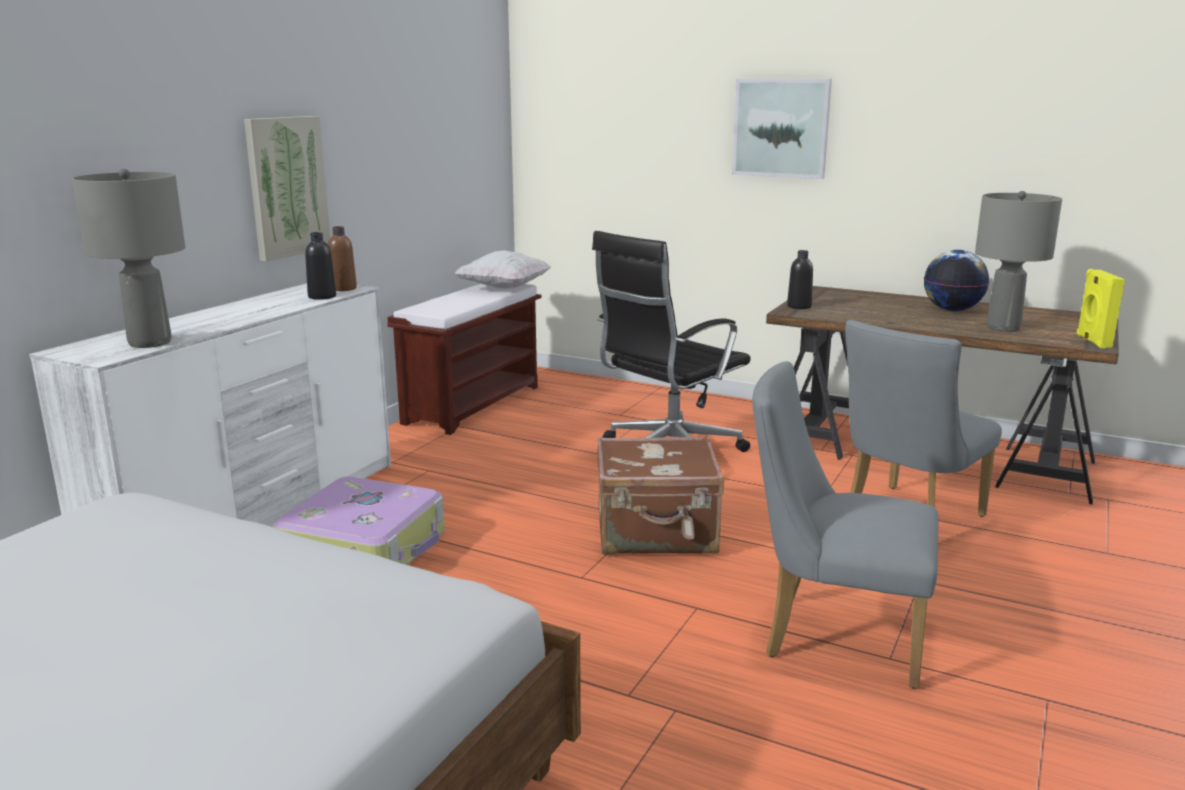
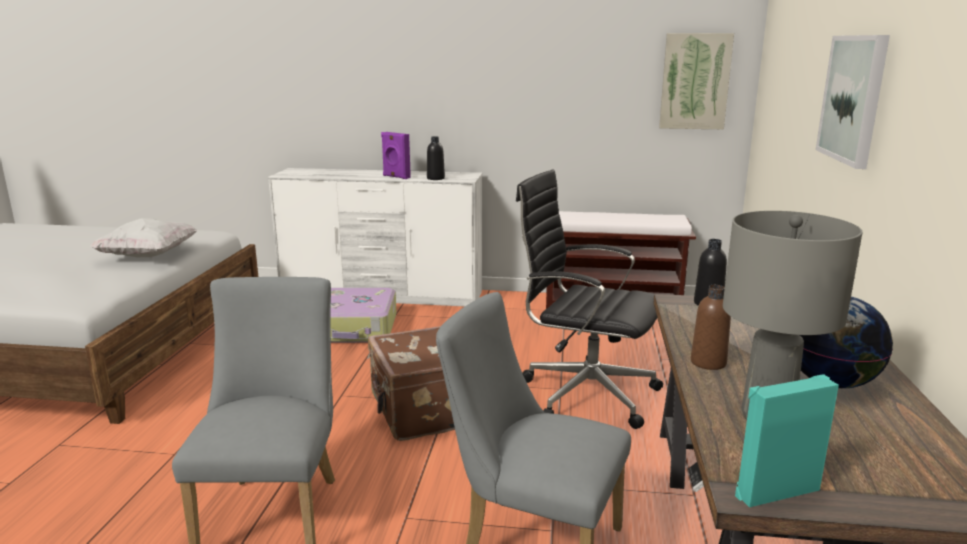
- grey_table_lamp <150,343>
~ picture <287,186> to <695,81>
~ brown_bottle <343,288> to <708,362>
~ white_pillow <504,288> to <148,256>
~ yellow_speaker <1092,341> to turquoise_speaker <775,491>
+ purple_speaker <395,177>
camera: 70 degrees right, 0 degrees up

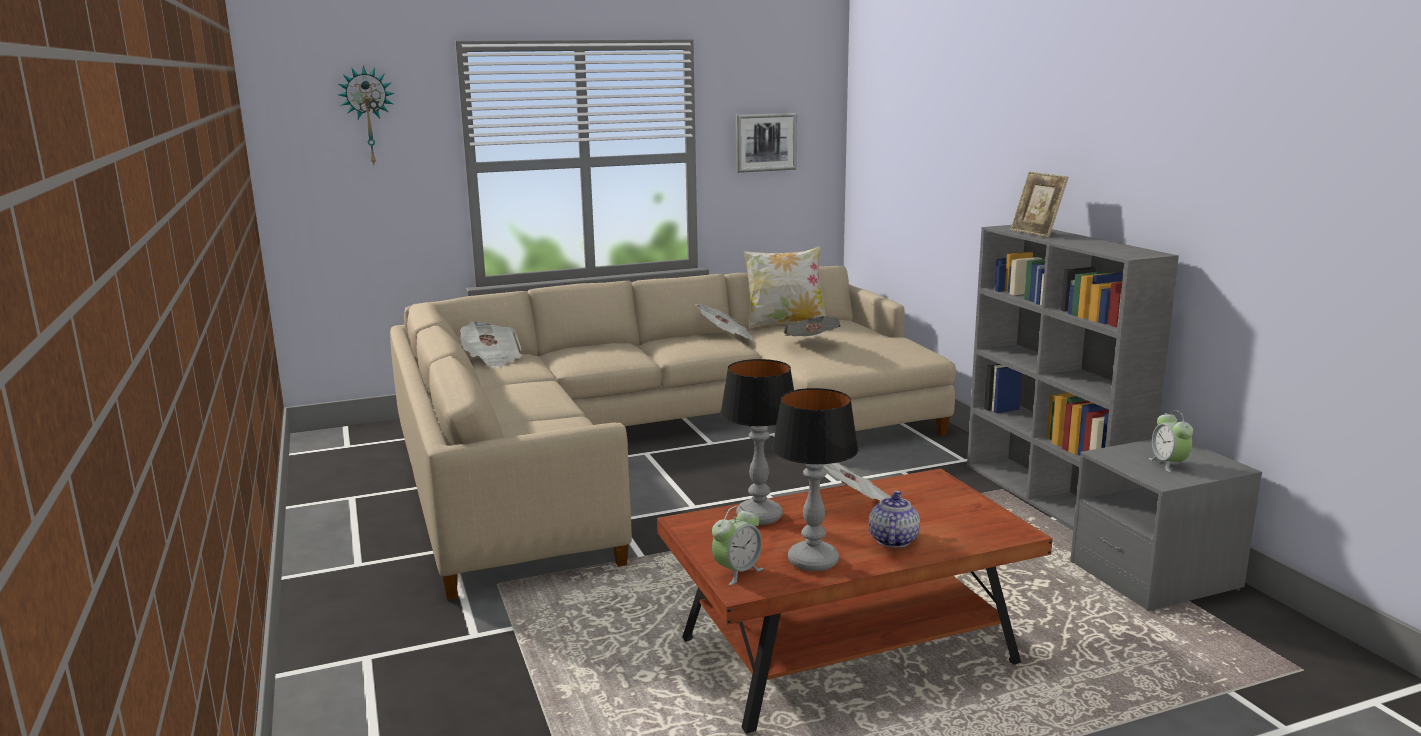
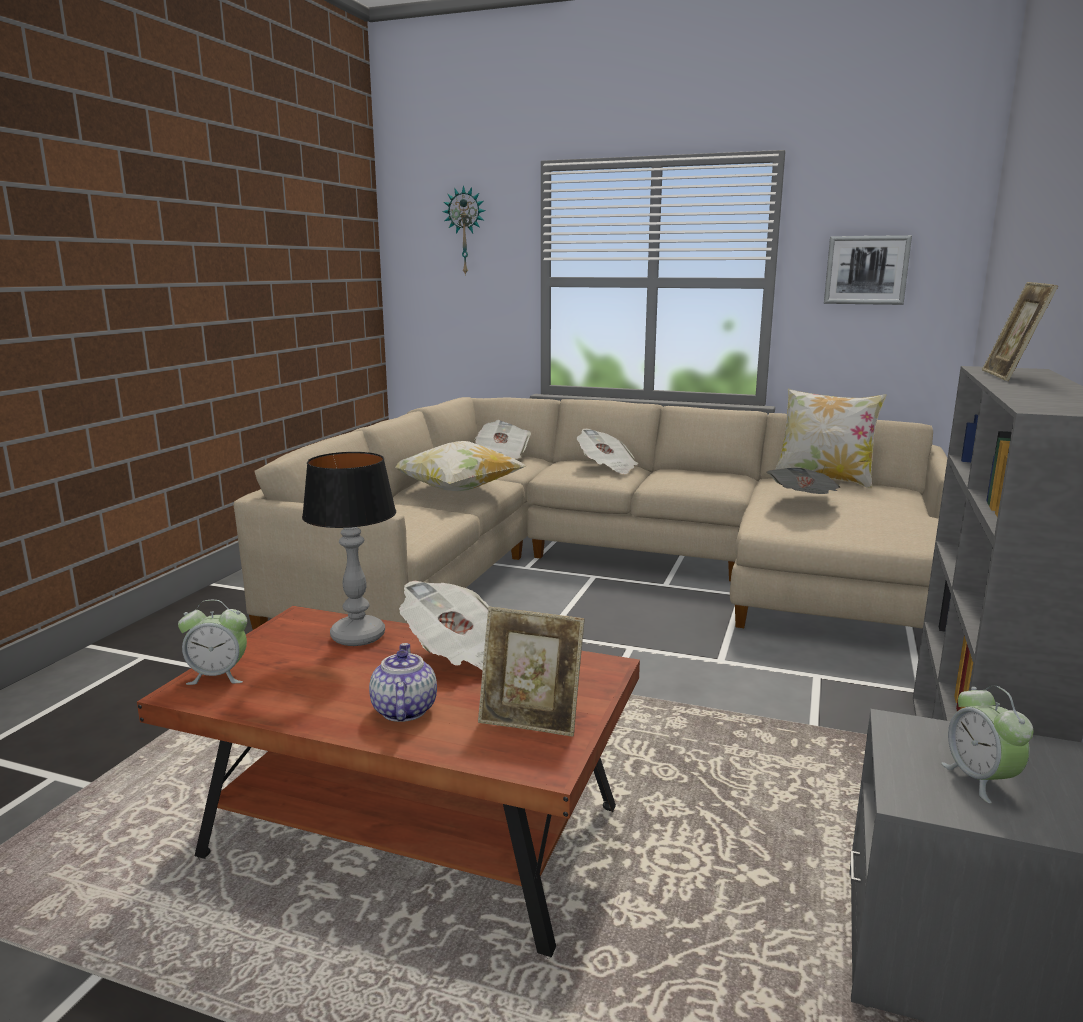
~ newspaper <725,337> to <607,467>
- table_lamp <812,562>
~ teapot <892,540> = <403,710> 60 degrees counterclockwise
~ alarm_clock <1168,464> = <980,780> 45 degrees counterclockwise
+ pillow <458,490>
+ picture_frame <530,720>
camera: 40 degrees right, 0 degrees up

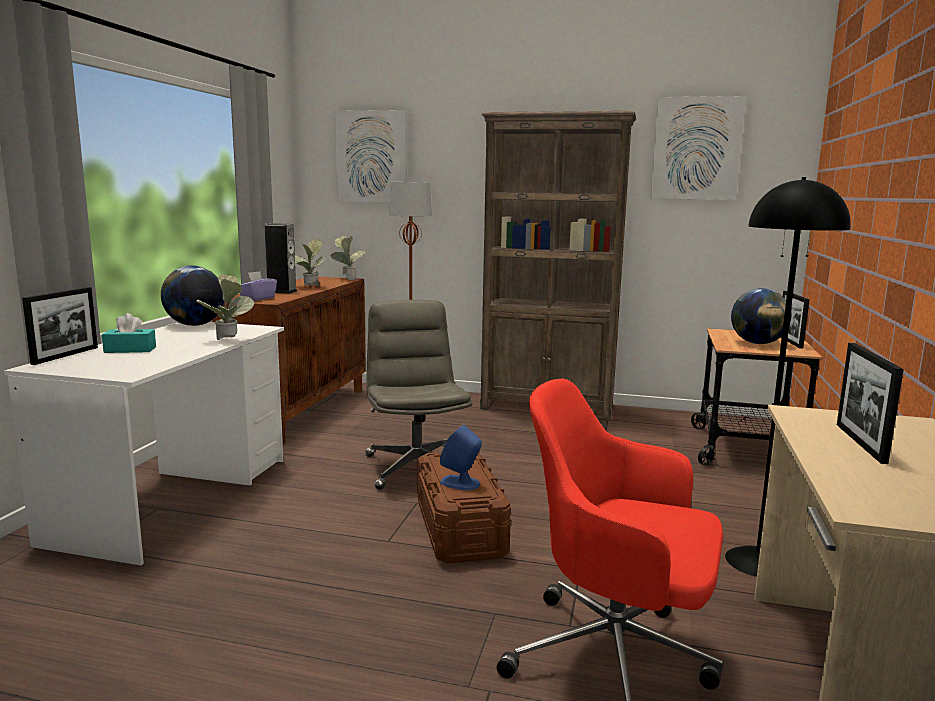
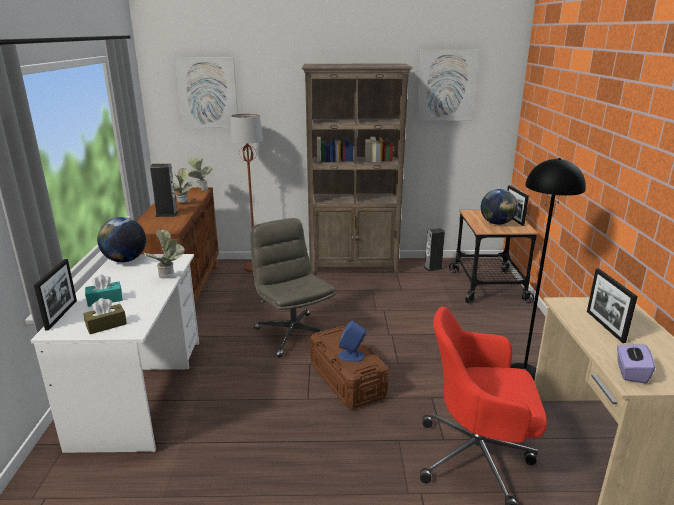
~ purple_tissue_box <257,298> to <630,372>
+ brown_tissue_box <106,325>
+ speaker <433,268>
camera: 15 degrees left, 10 degrees up

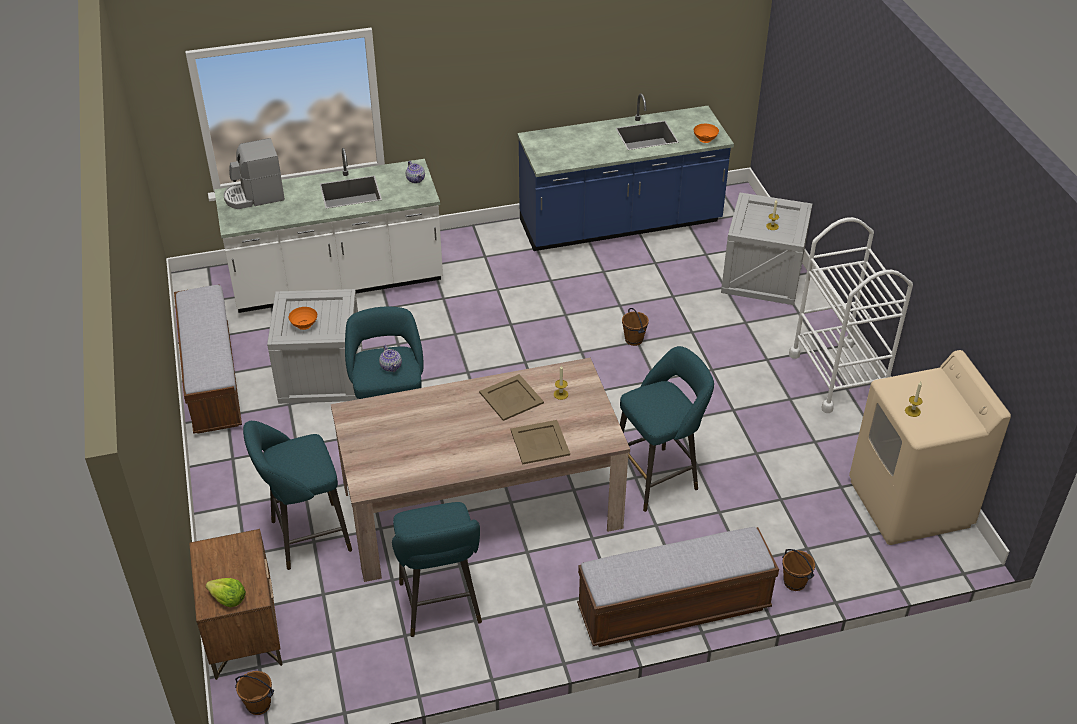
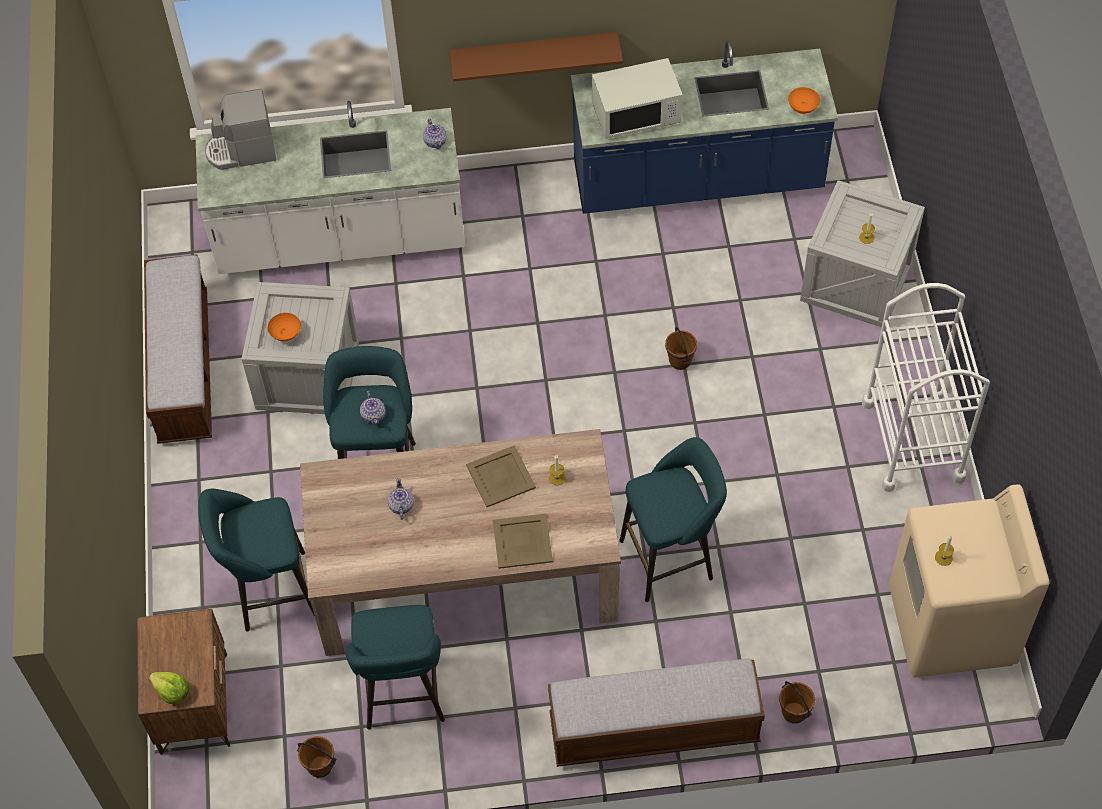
~ brown_bucket <259,704> to <320,766>
+ teapot <401,506>
+ brown_shelf <534,53>
+ white_microwave <636,114>
camera: 10 degrees right, 15 degrees up

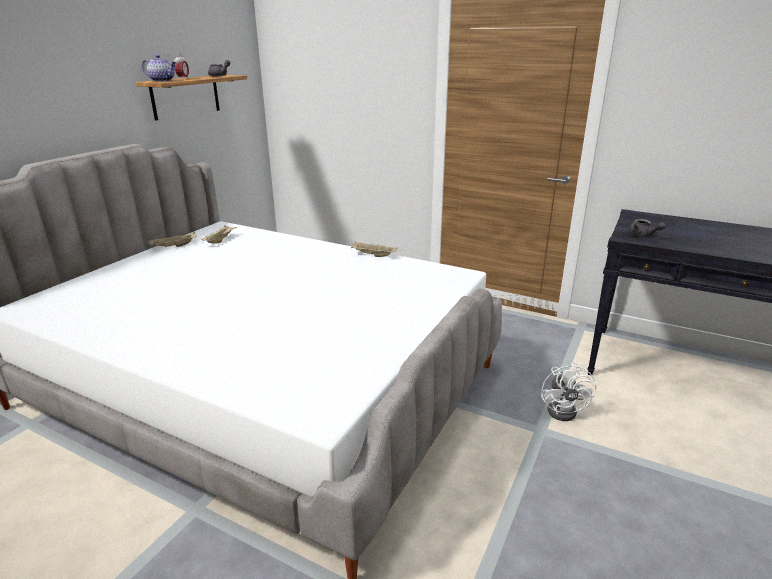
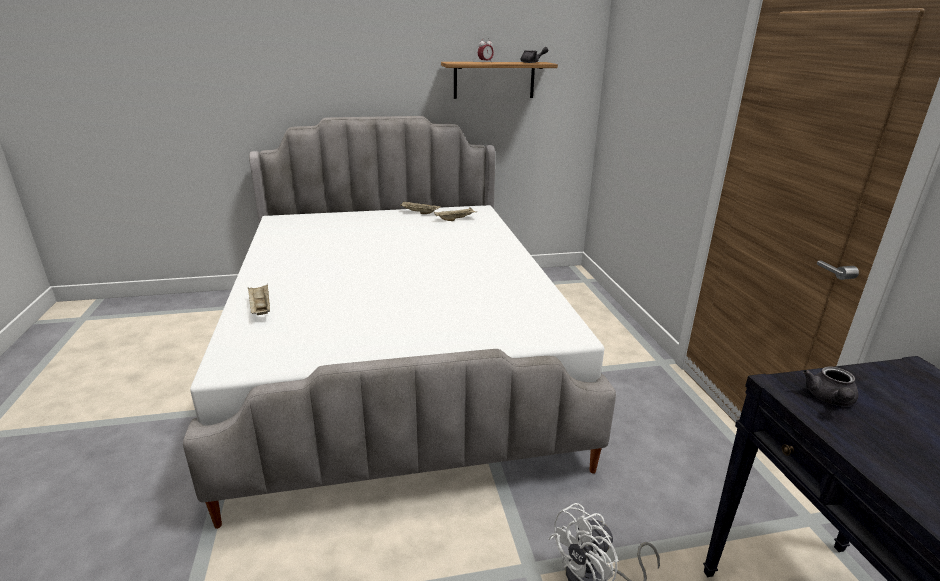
- teapot <162,81>
~ beige_tray <373,255> to <260,308>
camera: 50 degrees right, 0 degrees up

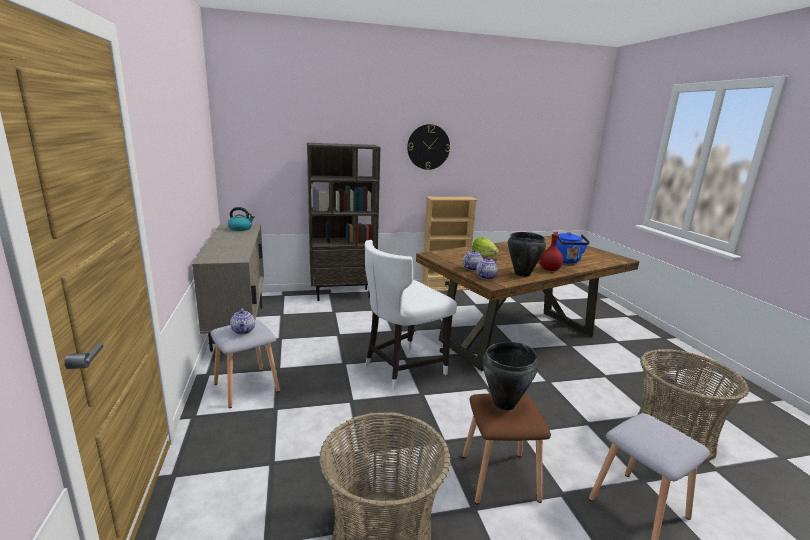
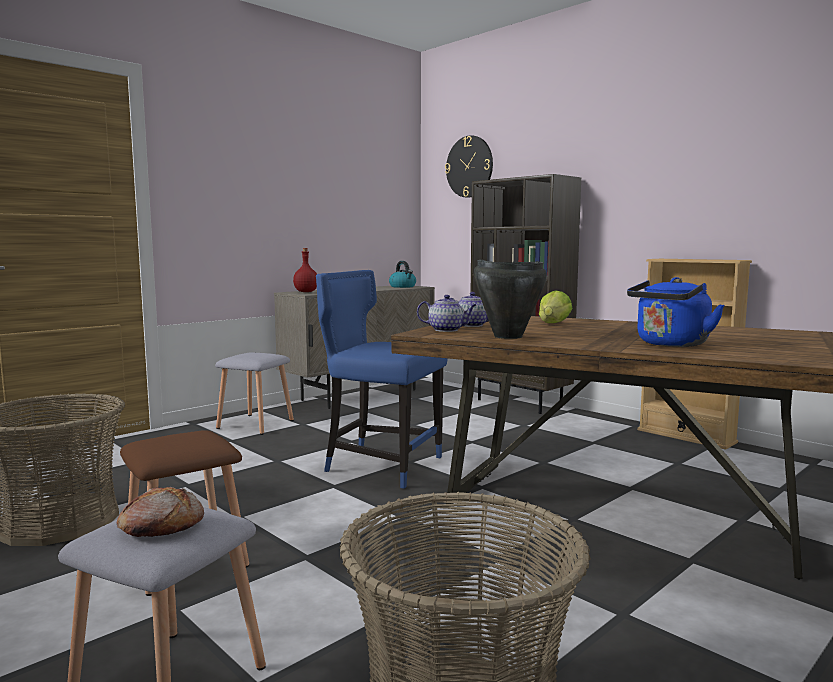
- teapot <244,331>
~ white_chair <402,368> to blue_chair <381,465>
~ wall_clock <428,147> to <469,166>
- black_cooking_pot <505,403>
~ red_bottle <550,270> to <306,292>
+ bread <161,526>
camera: 60 degrees right, 10 degrees down

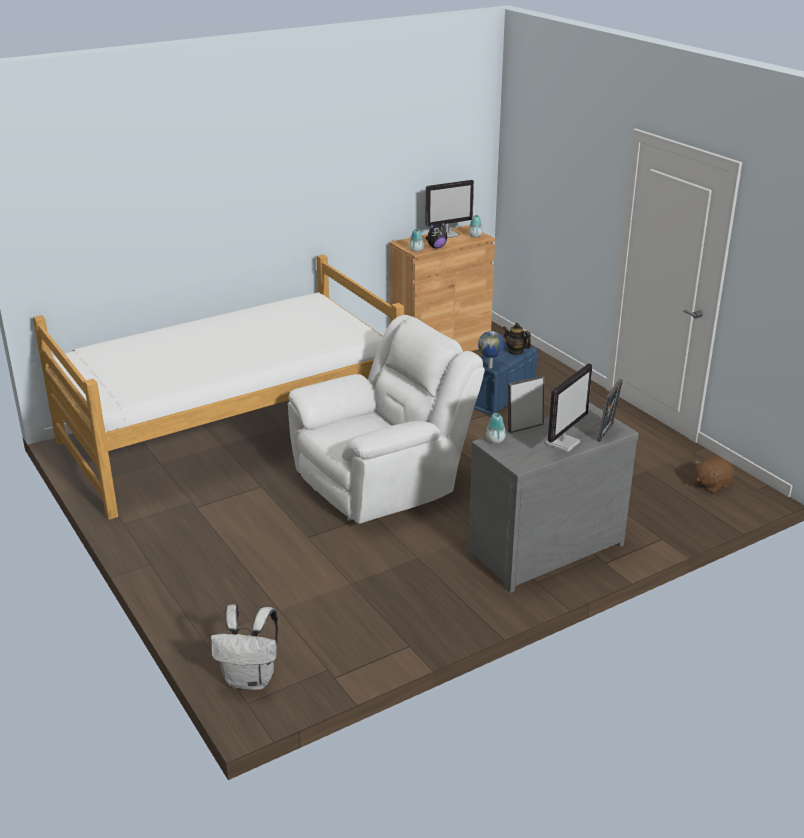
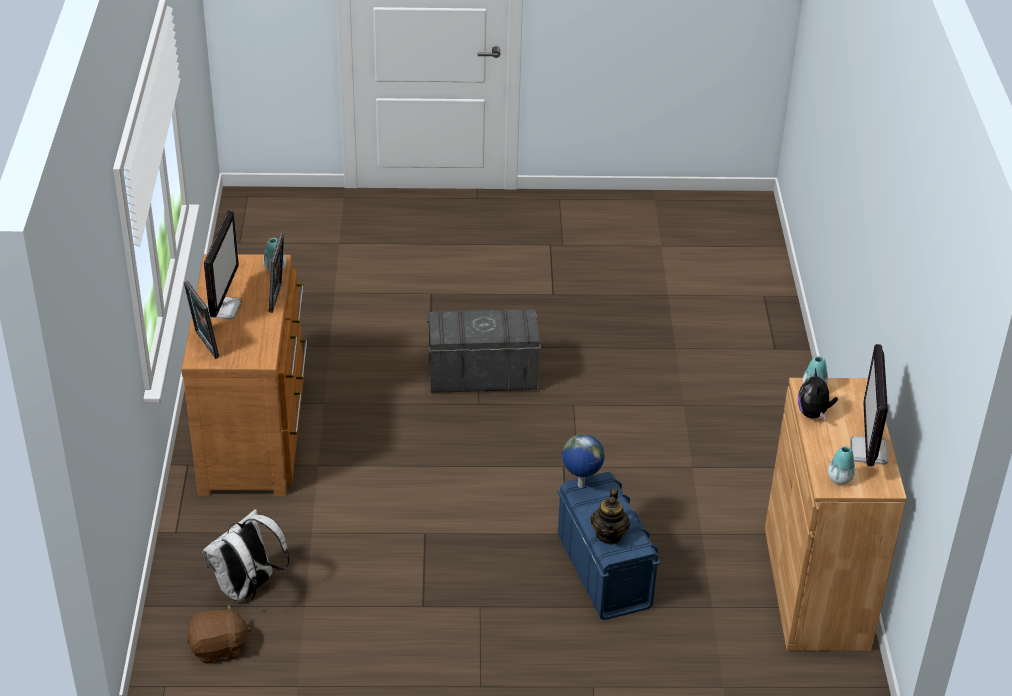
- bed <230,434>
~ white_backpack <251,679> to <247,589>
~ white_armchair <383,483> to grey_storage_box <482,377>
~ grey_dresser <542,548> to brown_dresser <255,434>
~ teapot <515,351> = <609,535> 120 degrees clockwise
~ monitor <563,442> = <222,308> 150 degrees counterclockwise
~ brown_plush_toy <711,484> = <218,648> 75 degrees clockwise
camera: 120 degrees right, 10 degrees up

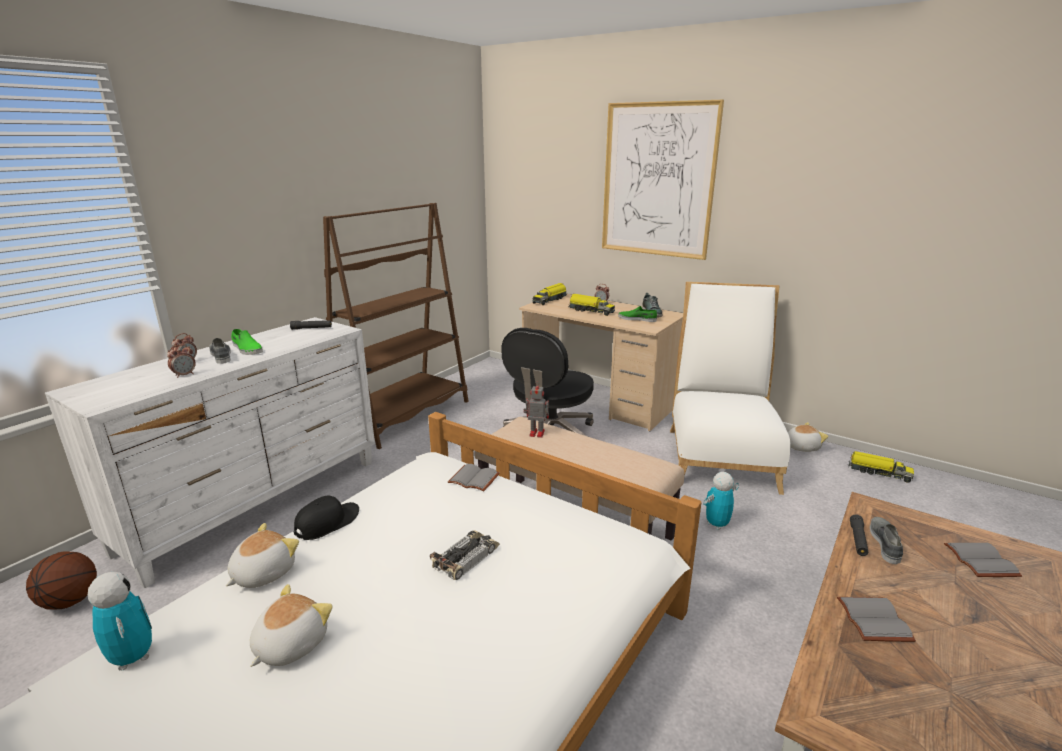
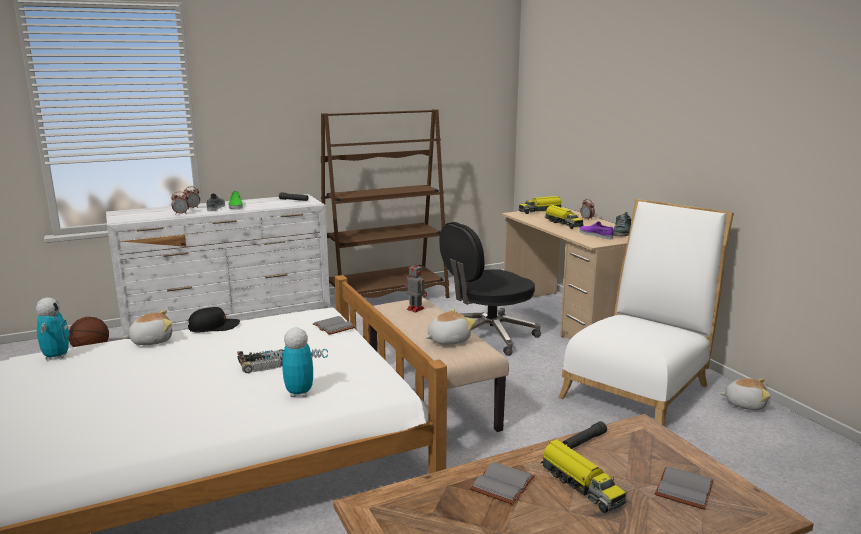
~ plush_toy <289,644> to <448,340>
- picture <658,180>
~ green_shoe <637,319> to purple_shoe <596,235>
~ toy_robot <716,524> to <299,393>
~ toy_truck <878,472> to <580,485>
- grey_shoe <885,543>
camera: 30 degrees right, 5 degrees down

